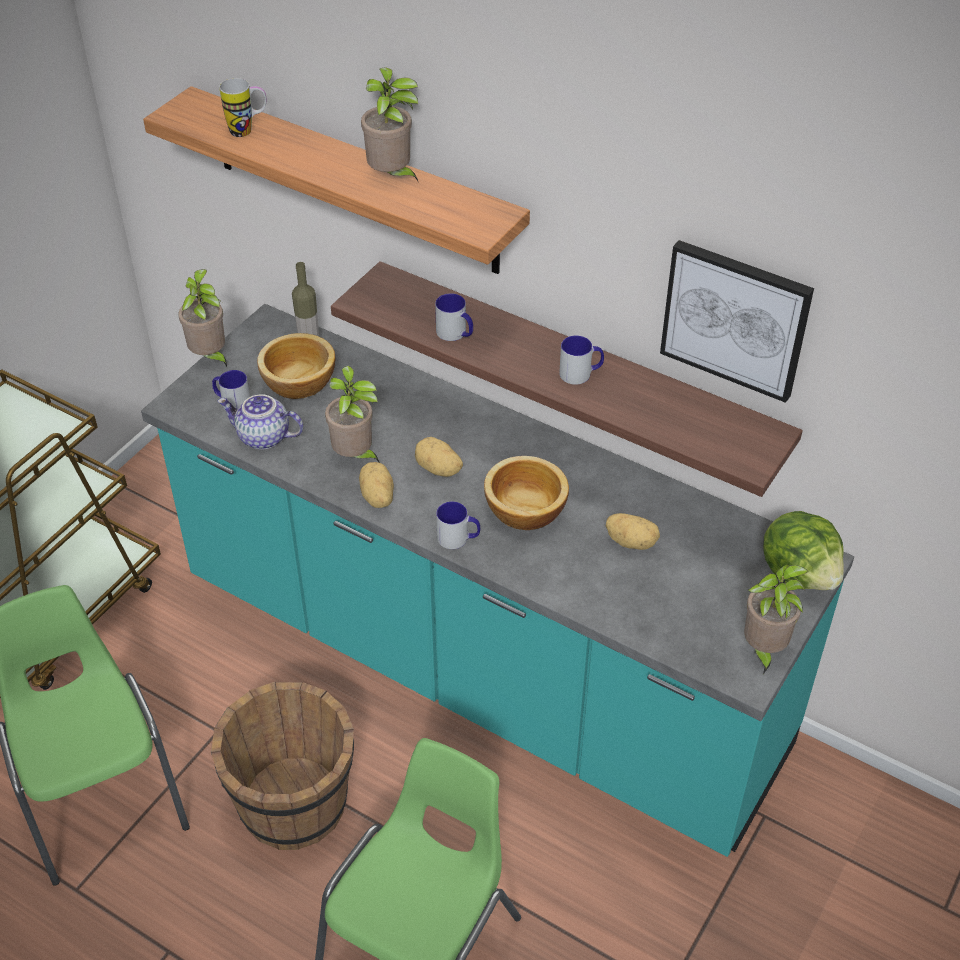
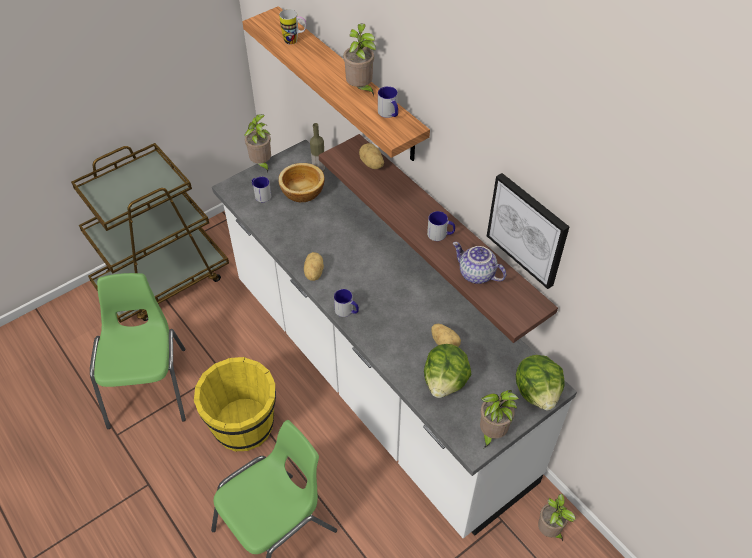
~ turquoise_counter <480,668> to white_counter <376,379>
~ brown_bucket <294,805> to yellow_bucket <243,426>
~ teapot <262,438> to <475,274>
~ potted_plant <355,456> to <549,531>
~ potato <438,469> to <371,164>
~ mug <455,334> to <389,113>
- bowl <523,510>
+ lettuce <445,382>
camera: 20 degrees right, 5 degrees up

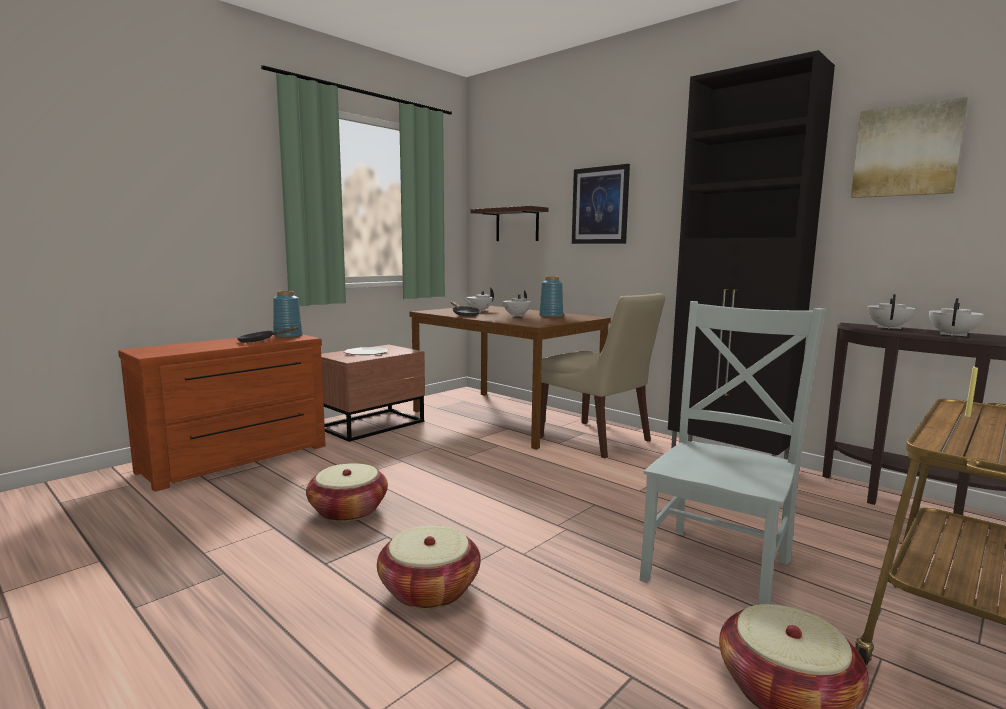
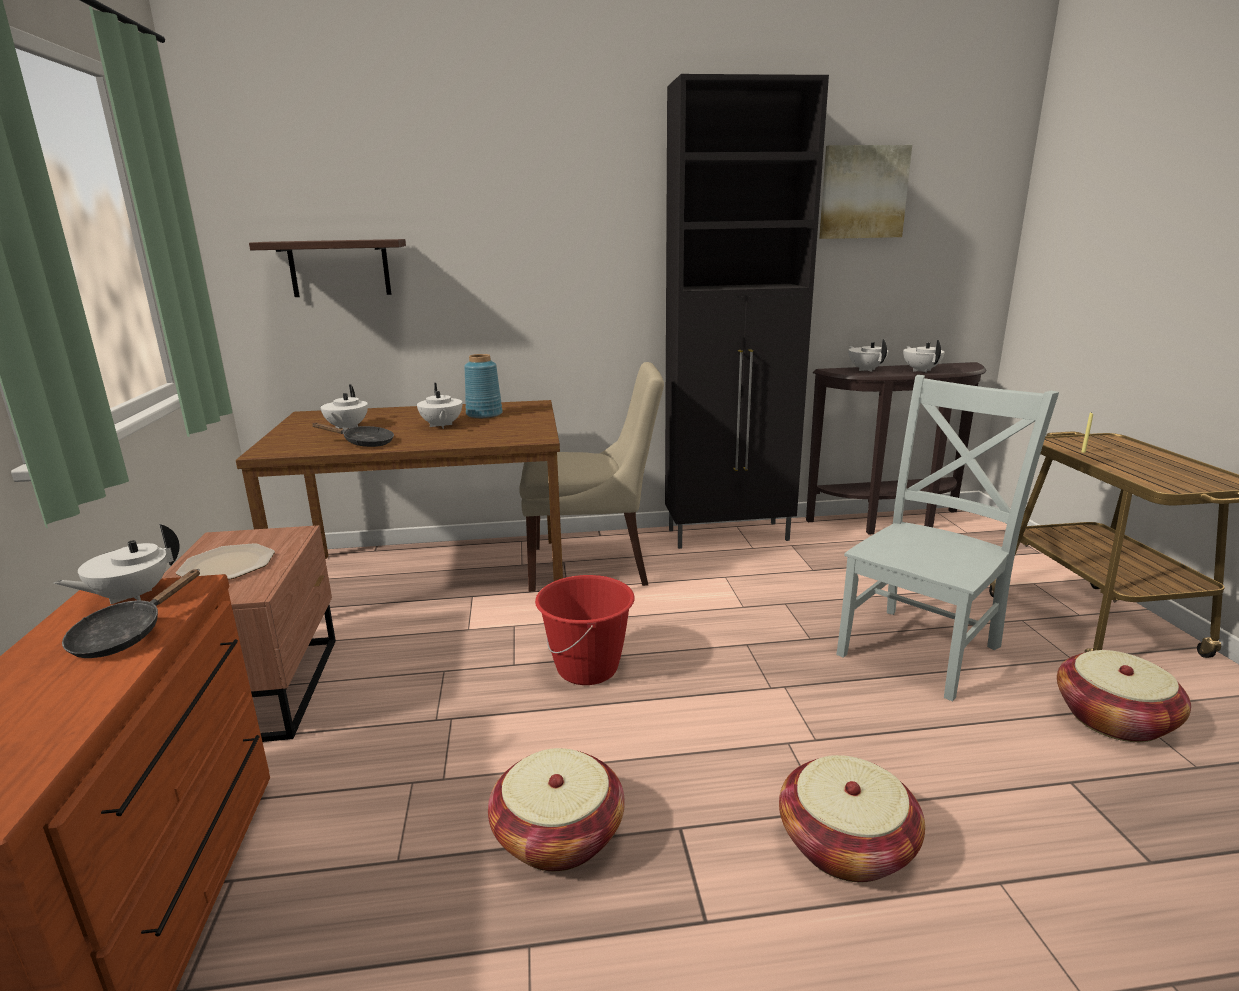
~ blue_vase <288,336> to white_teapot <131,596>
- picture <600,205>
~ grey_chair <719,567> = <922,647> 60 degrees clockwise
+ red_bucket <588,668>
camera: 50 degrees left, 10 degrees up

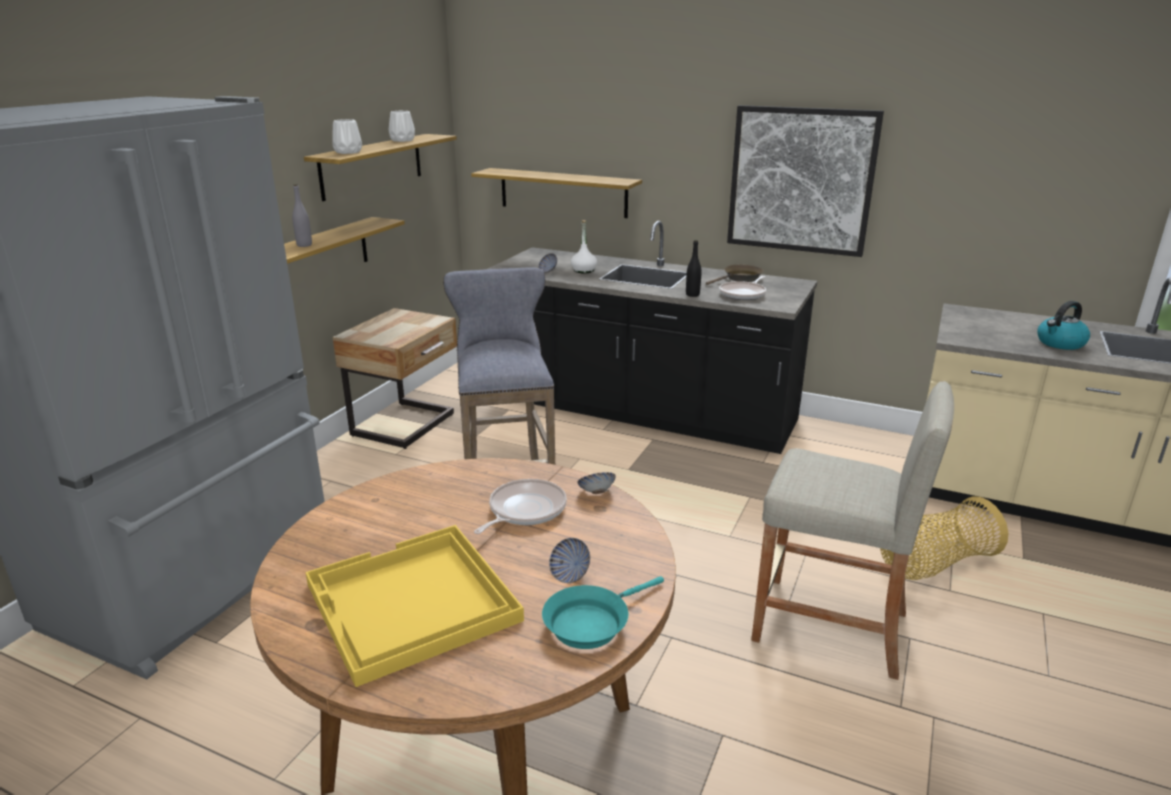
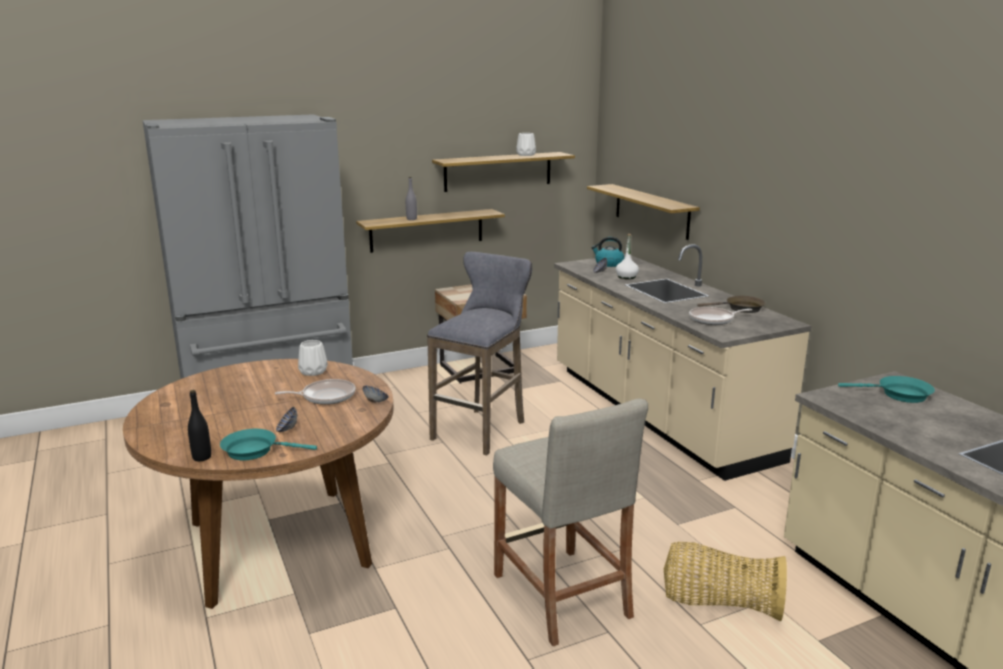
- yellow_tray <411,604>
~ white_vase <348,152> to <313,372>
~ black_counter <641,411> to beige_counter <657,413>
~ black_bottle <692,295> to <202,457>
- picture <801,180>
~ kettle <1060,343> to <608,264>
+ turquoise_frying_pan <899,394>
camera: 40 degrees right, 5 degrees down

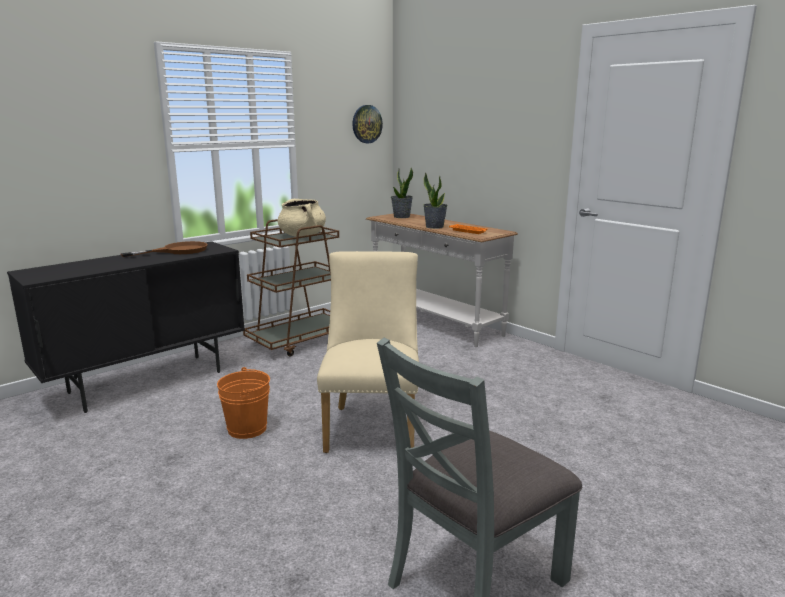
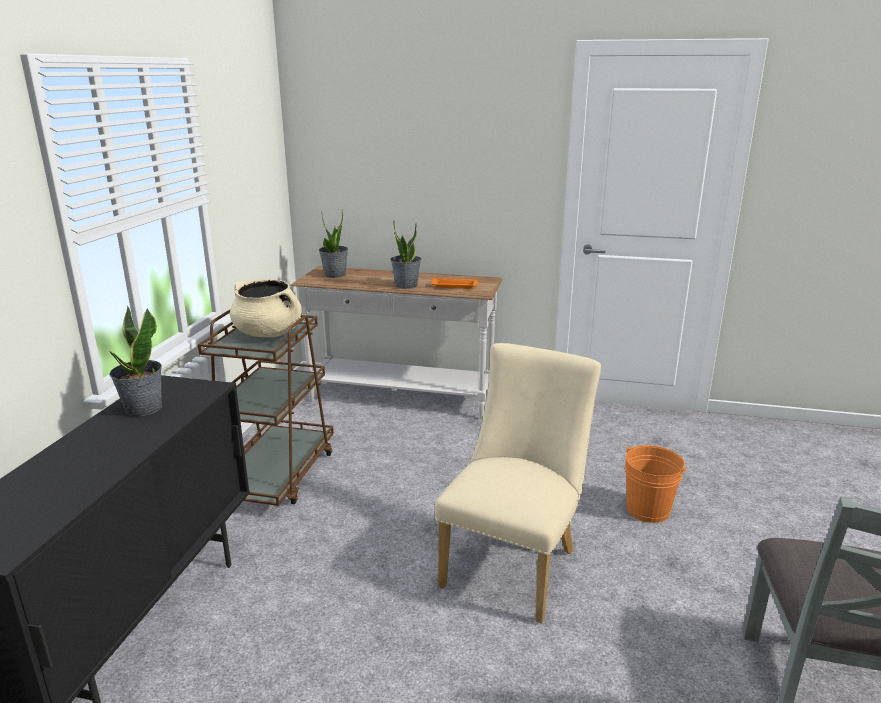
~ brown_frying_pan <177,251> to potted_plant <143,408>
~ orange_bucket <247,429> to <648,510>
~ beige_chair <372,425> = <514,563> 60 degrees clockwise
- wall_clock <366,124>
camera: 35 degrees left, 5 degrees up

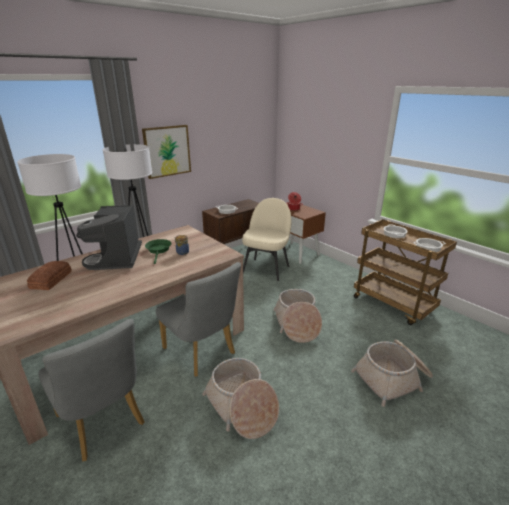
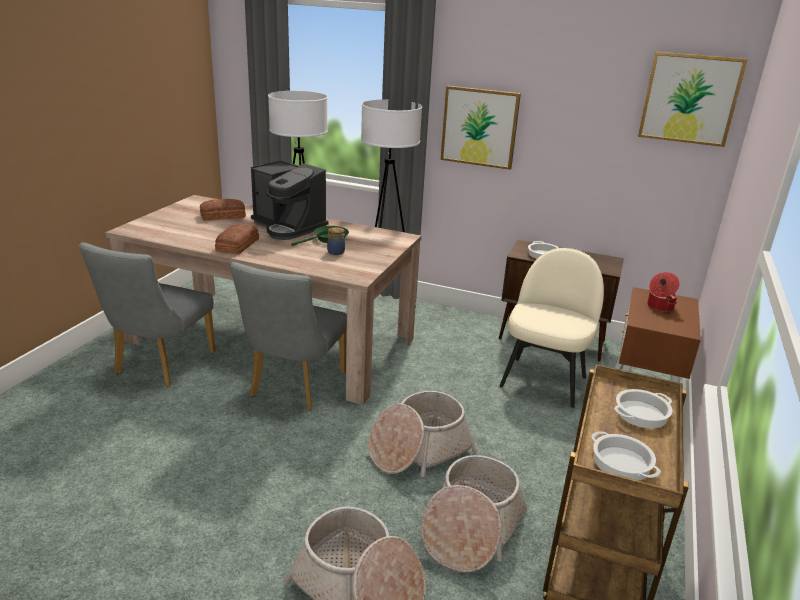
~ coffee_machine <117,258> = <289,227> 105 degrees counterclockwise
~ basket <241,407> to <471,529>
~ beige_chair <266,269> = <544,380> 60 degrees counterclockwise
+ bread <236,245>
+ picture <690,99>
camera: 60 degrees right, 0 degrees up

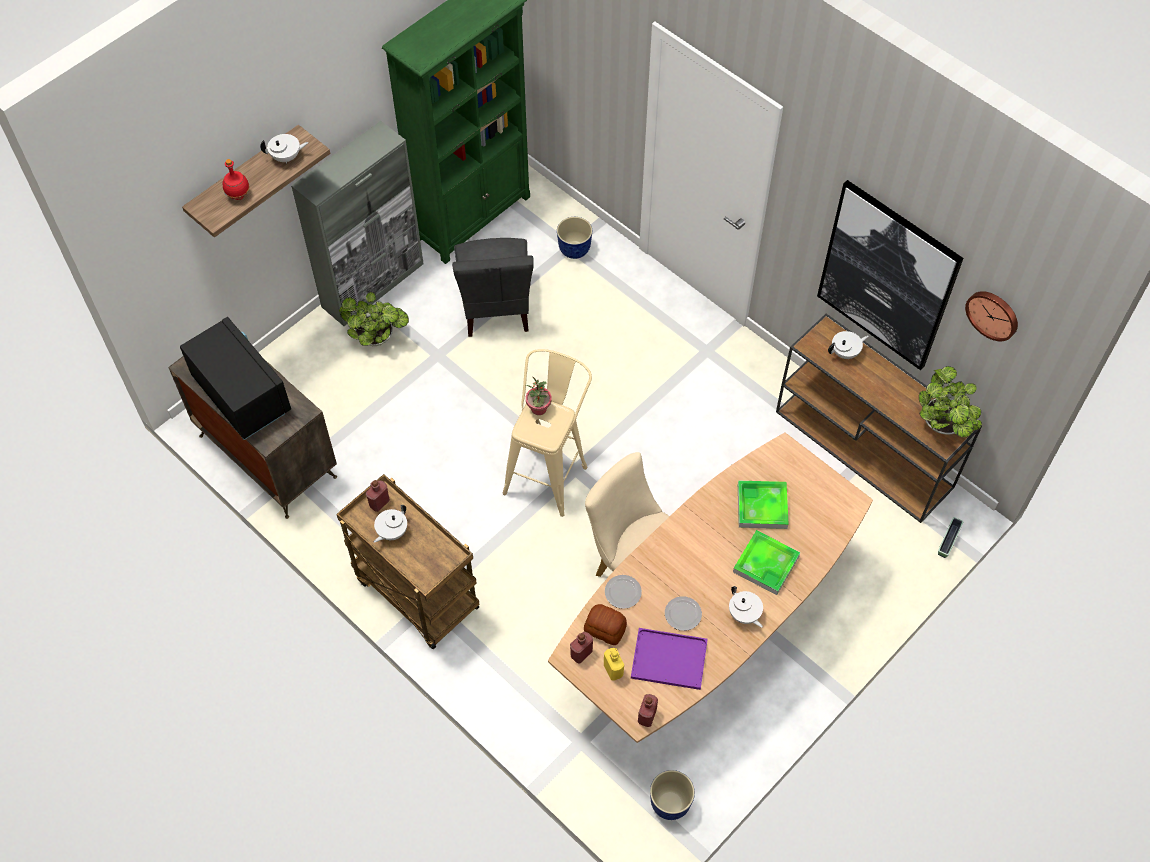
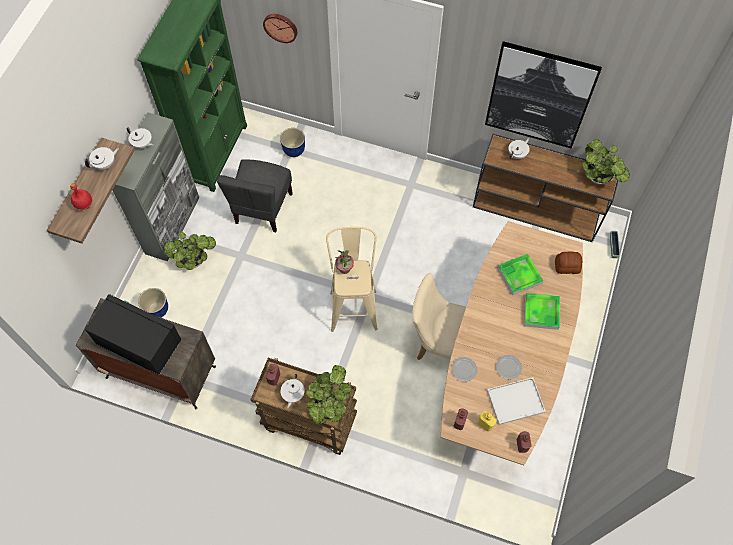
~ grey_chair <496,307> = <262,208> 45 degrees clockwise
~ bread <605,628> to <566,266>
~ purple_tray <670,659> to white_tray <516,400>
~ planter <670,804> to <157,310>
~ white_teapot <744,614> to <143,144>
~ wall_clock <993,314> to <281,27>
+ potted_plant <328,405>
camera: 25 degrees left, 5 degrees up

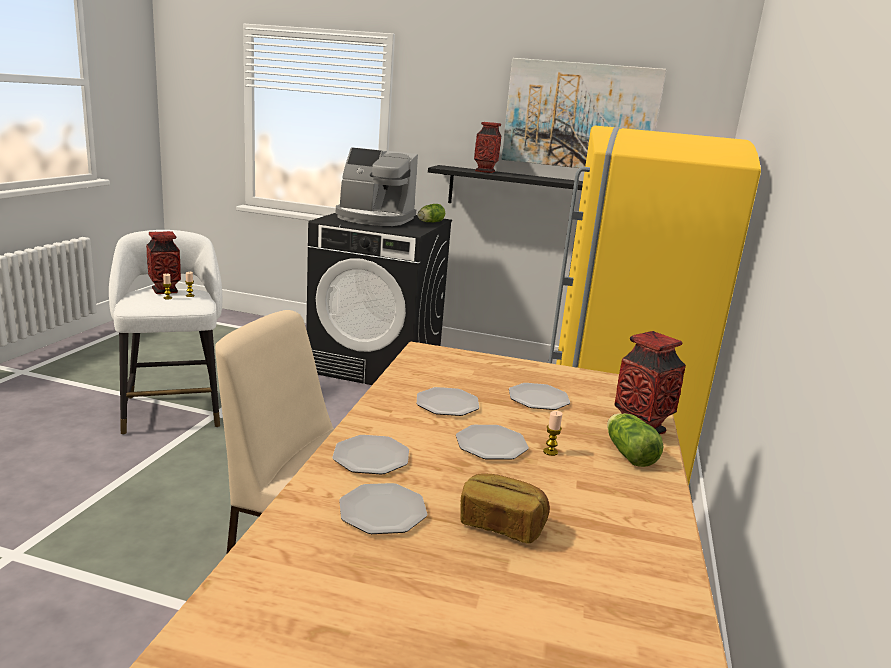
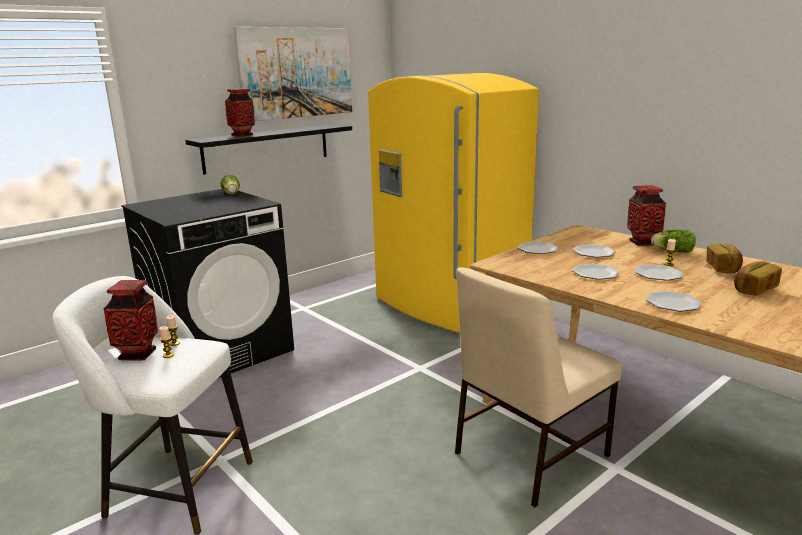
- coffee_machine <374,219>
~ plate <382,512> to <537,249>
+ bread <723,269>
camera: 55 degrees left, 0 degrees up

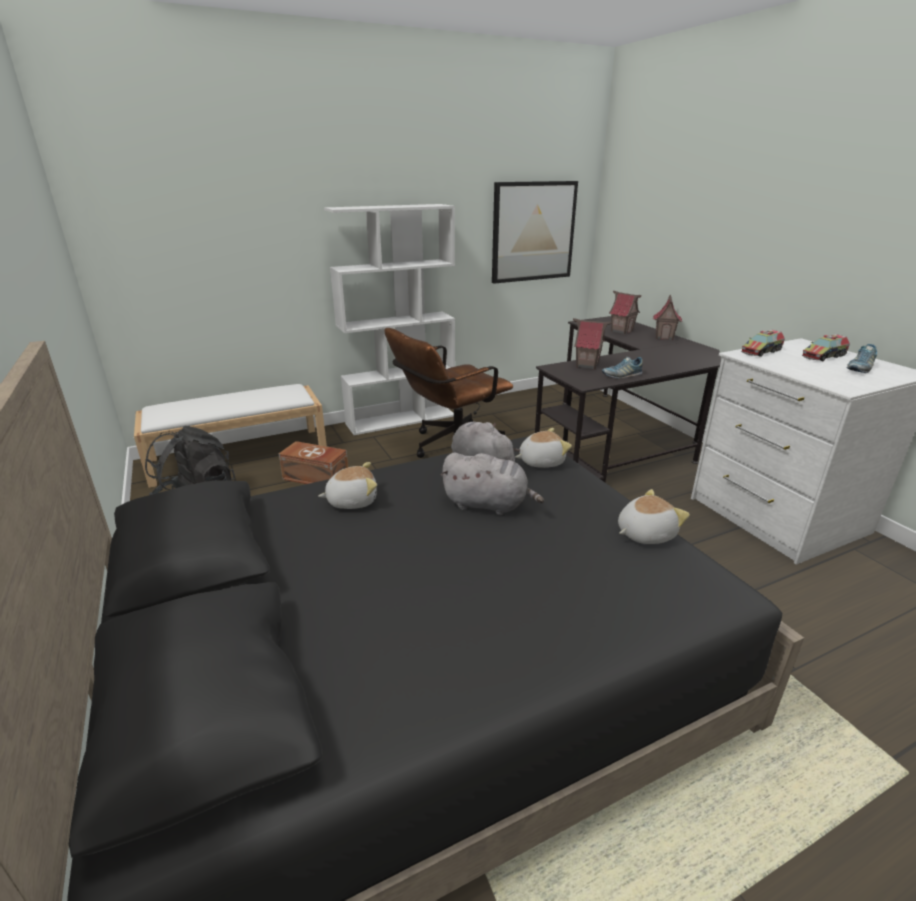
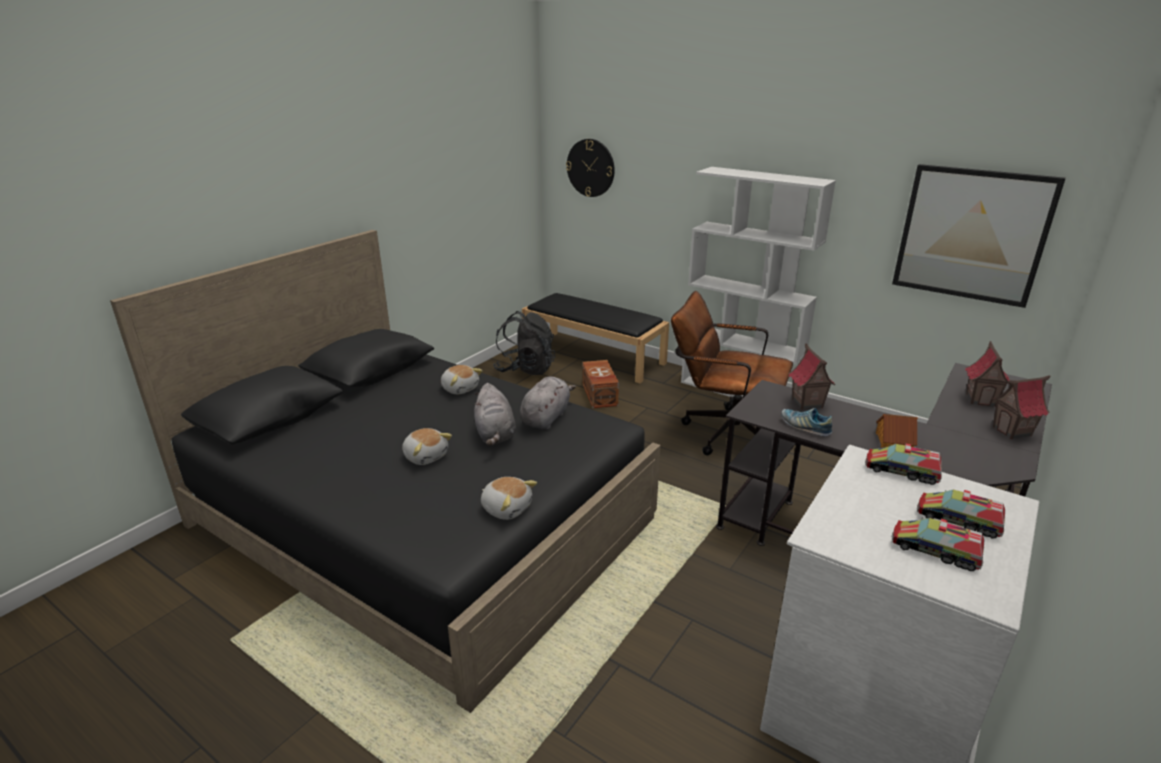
~ white_bench <240,455> to black_bench <594,356>
~ plush_toy <541,461> to <426,456>
~ shoe <859,369> to toy_truck <935,551>
+ wall_clock <590,168>
+ toy_house <893,442>
camera: 60 degrees right, 0 degrees up

